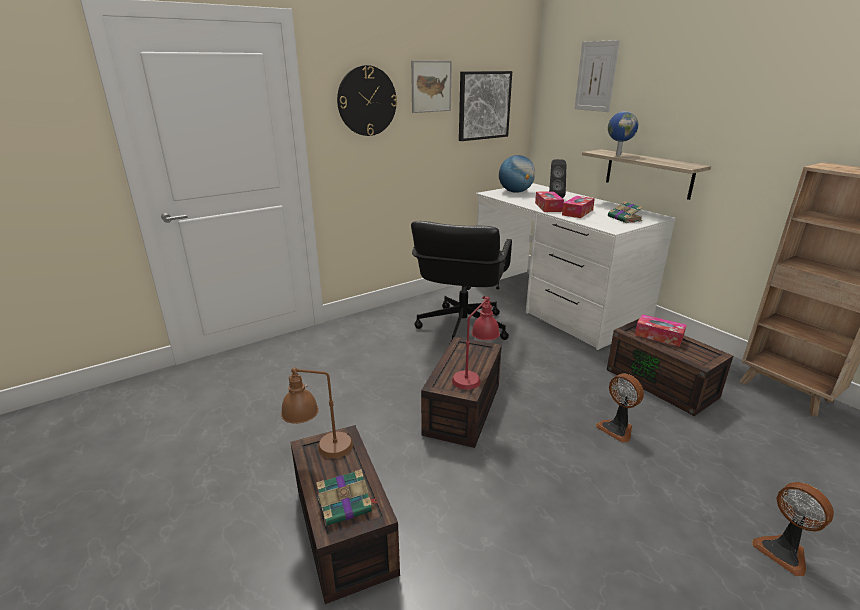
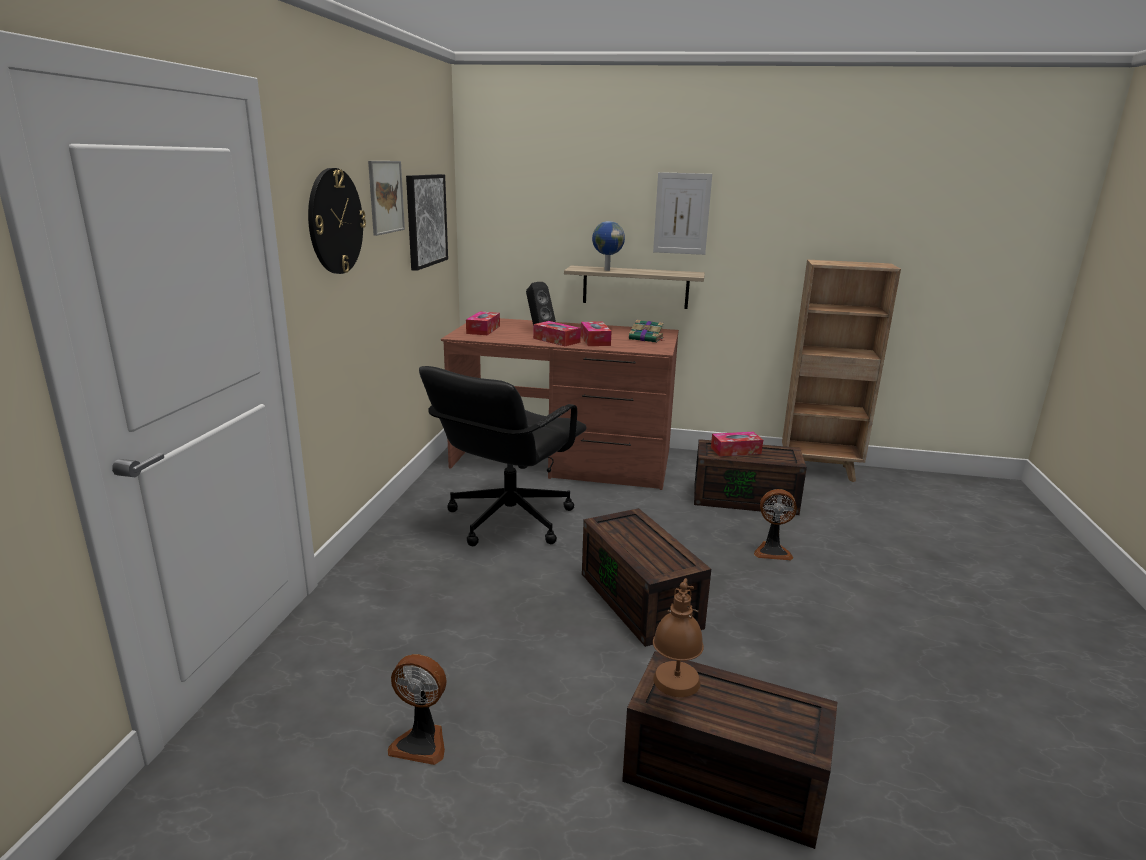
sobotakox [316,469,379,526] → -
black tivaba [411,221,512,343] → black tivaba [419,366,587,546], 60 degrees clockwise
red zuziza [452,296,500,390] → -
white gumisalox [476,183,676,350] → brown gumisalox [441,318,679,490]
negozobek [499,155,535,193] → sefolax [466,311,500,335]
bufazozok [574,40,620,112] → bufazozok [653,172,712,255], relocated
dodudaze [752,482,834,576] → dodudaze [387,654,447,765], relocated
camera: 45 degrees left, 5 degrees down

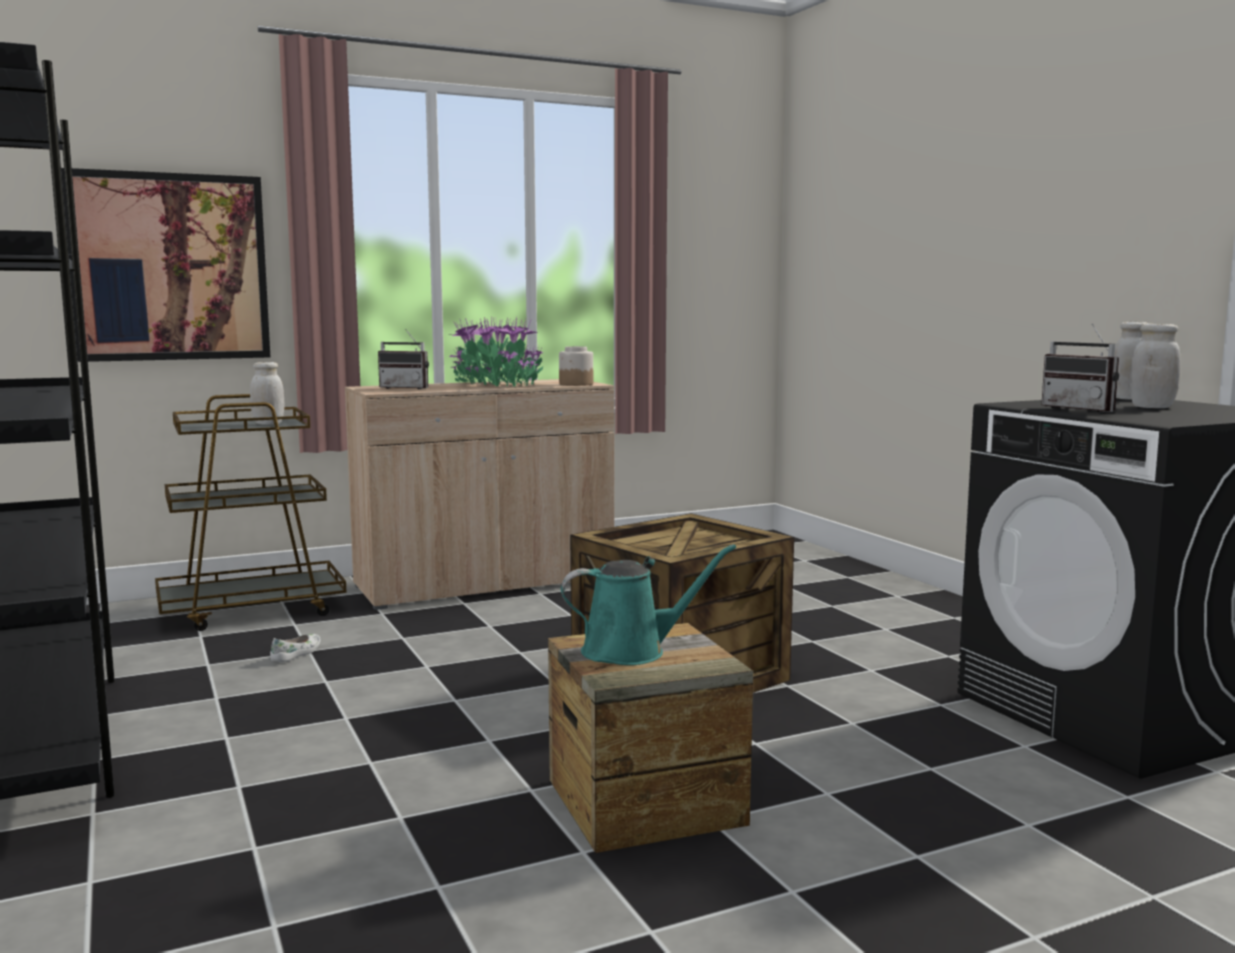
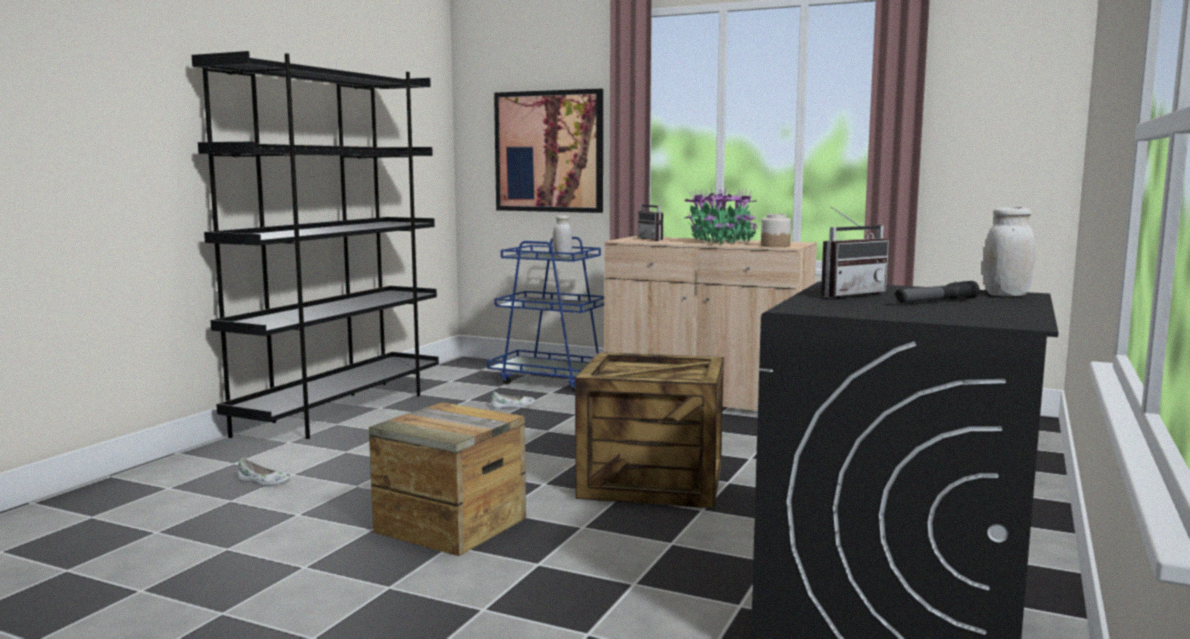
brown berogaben [155,394,347,631] → blue berogaben [487,237,604,392]
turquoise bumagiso [561,544,736,665] → -
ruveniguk [1041,324,1119,413] → ruveniguk [821,207,889,298], 135 degrees counterclockwise
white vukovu [1130,323,1181,408] → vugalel [894,281,980,303]
- → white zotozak [237,458,290,486]
camera: 50 degrees right, 0 degrees up

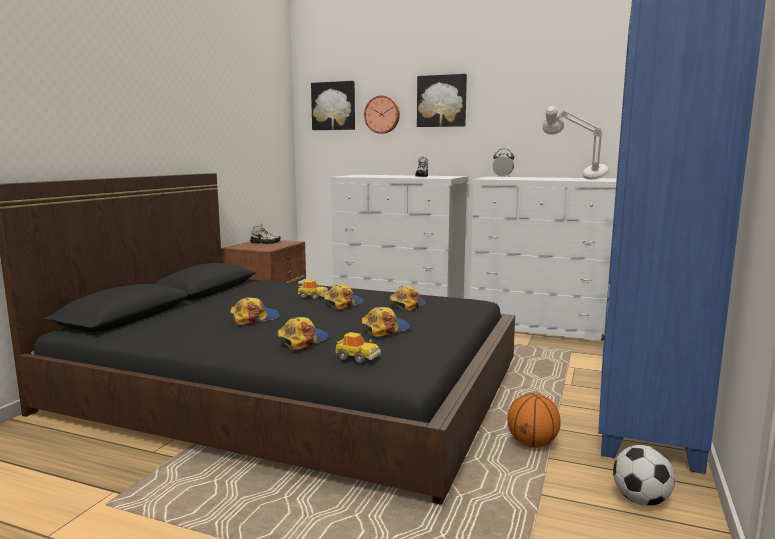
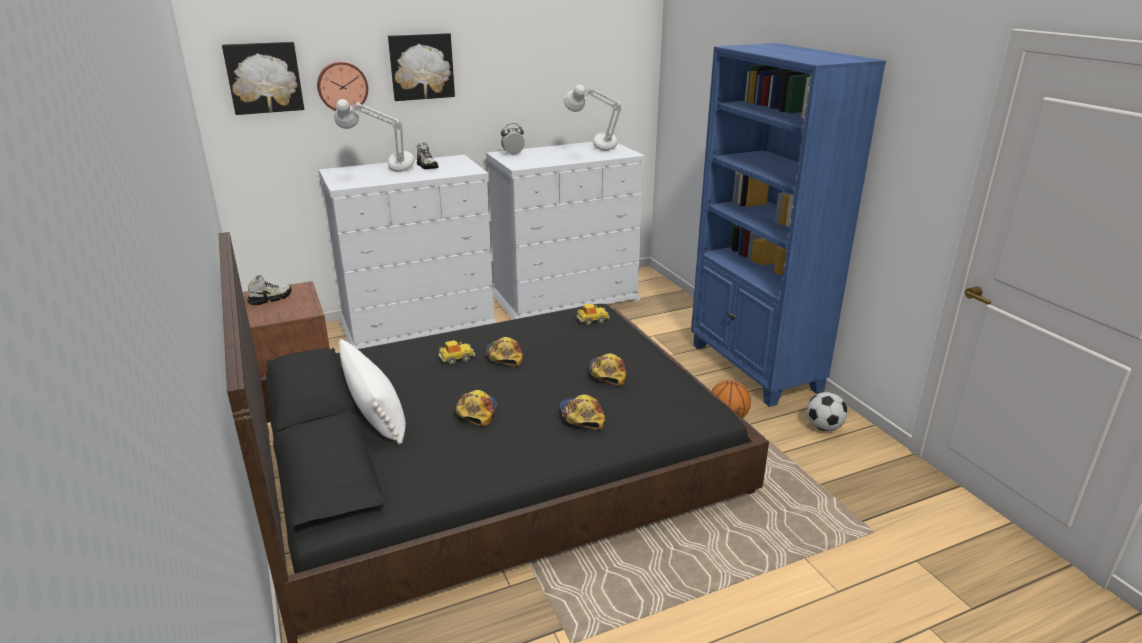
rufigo [335,332,381,363] → rufigo [576,304,610,325], relocated
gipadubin [390,286,426,311] → -
- → grey zuziza [334,99,415,172]
- → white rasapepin [338,339,406,445]
camera: 45 degrees left, 15 degrees up

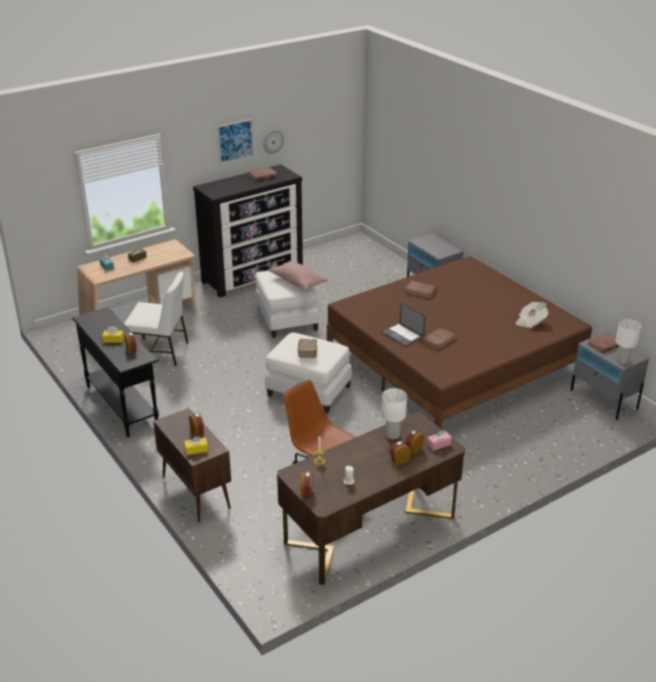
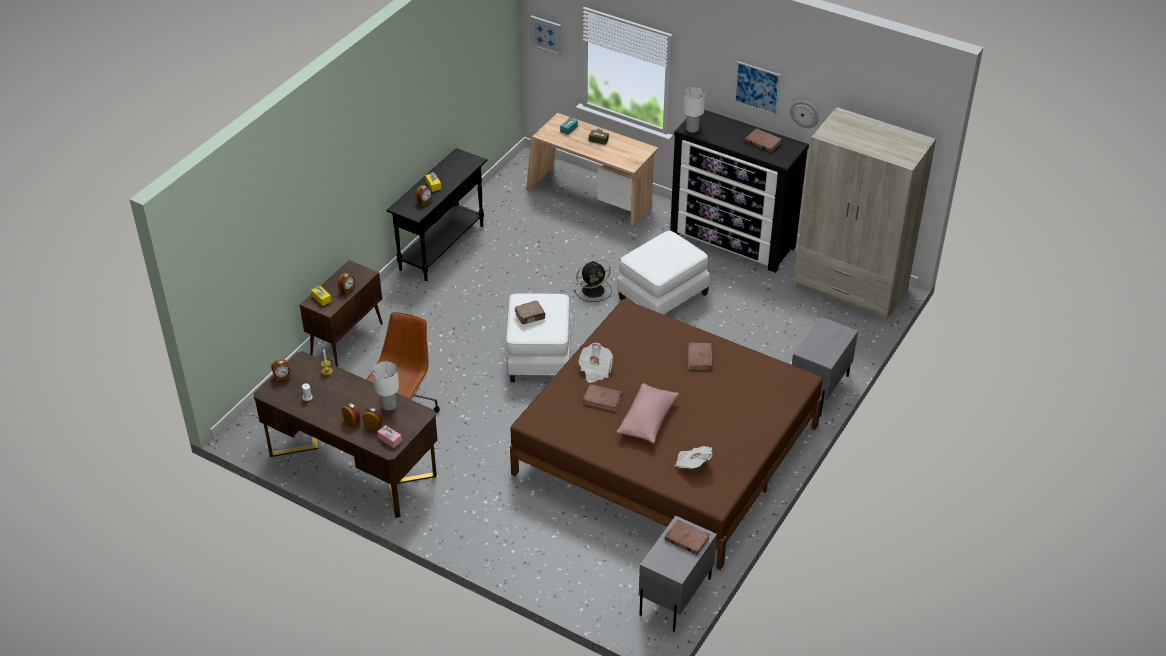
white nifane [124,272,188,366] → -
pink rasapepin [269,260,328,291] → pink rasapepin [617,383,679,443], relocated
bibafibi [381,302,426,347] → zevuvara [578,343,613,383]
white zuziza [616,319,641,364] → white zuziza [683,87,705,133], relocated
- → bufazozok [530,15,561,56]
- → black dodudaze [574,259,612,302]
- → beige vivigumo [794,107,936,320]
camera: 65 degrees right, 10 degrees up

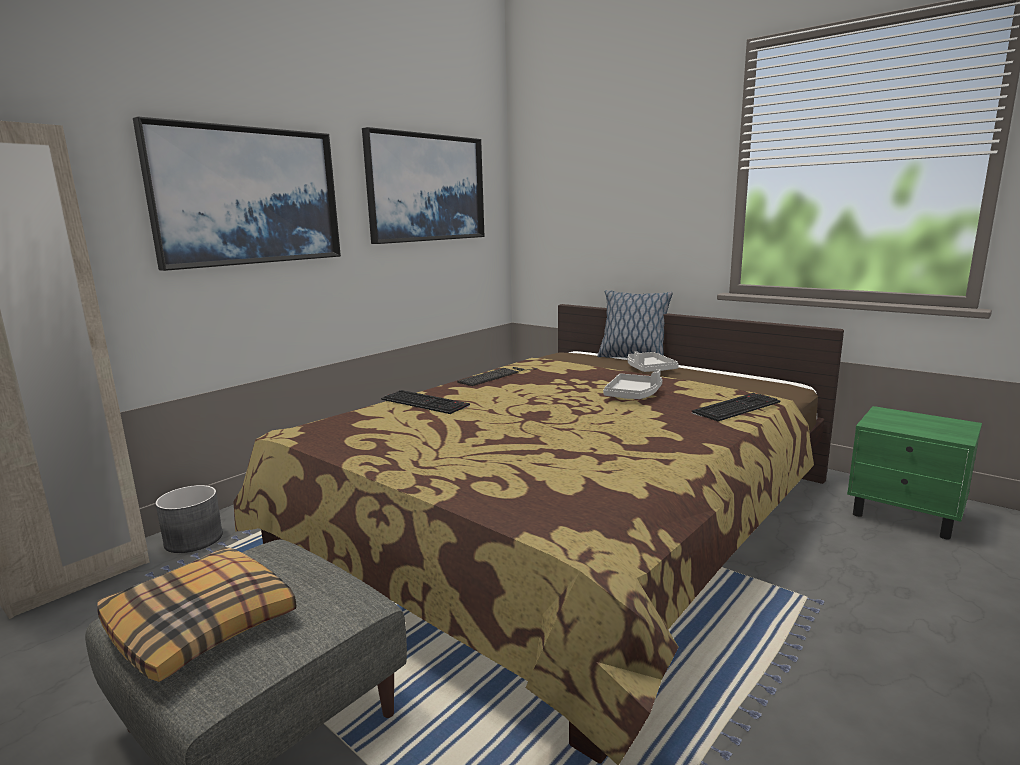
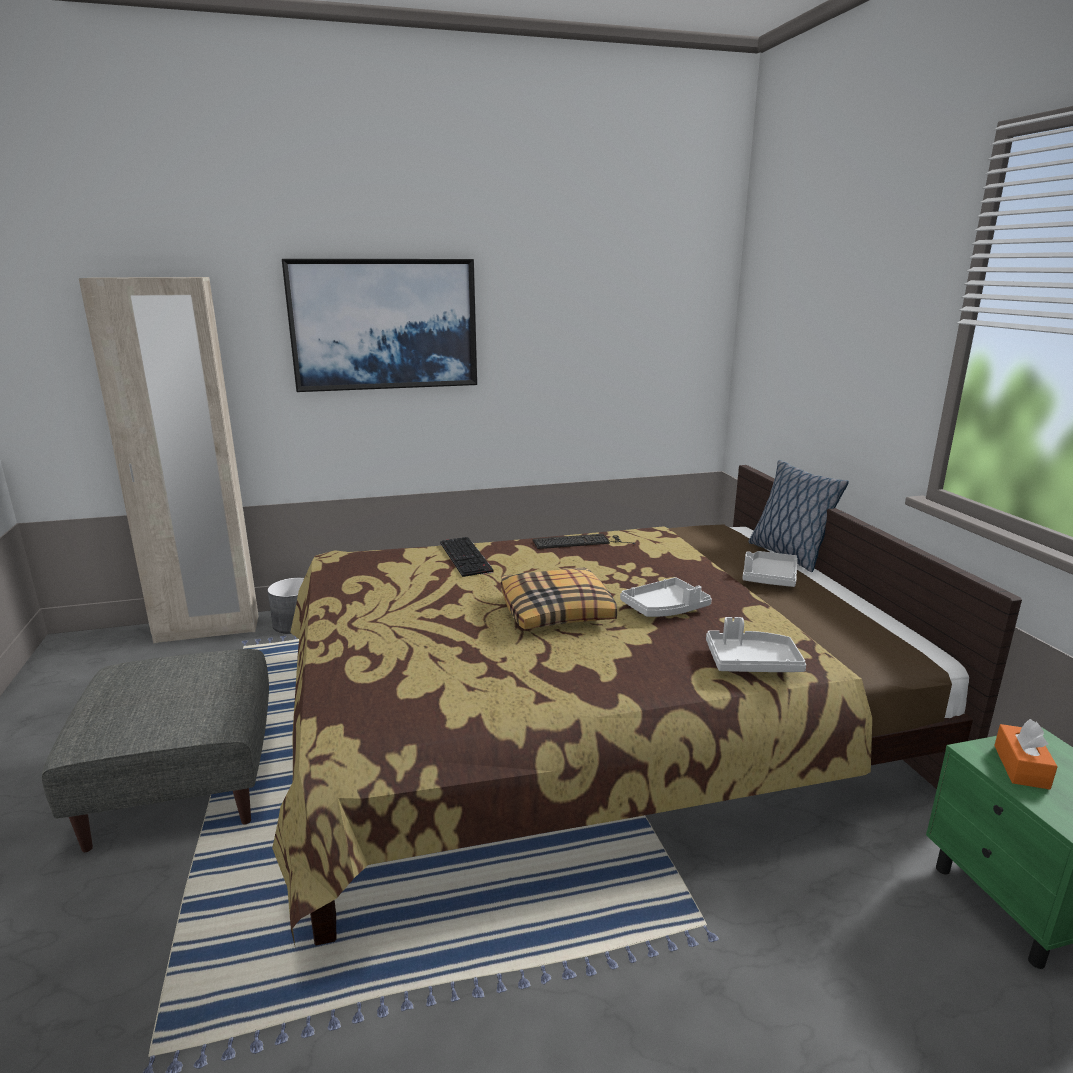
rasapepin [97,547,296,682] → rasapepin [501,568,617,629], relocated
bufazozok [362,127,485,244] → -
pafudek [692,393,781,422] → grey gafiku [706,617,806,672]
- → orange sefolax [994,719,1058,790]
camera: 35 degrees right, 5 degrees up

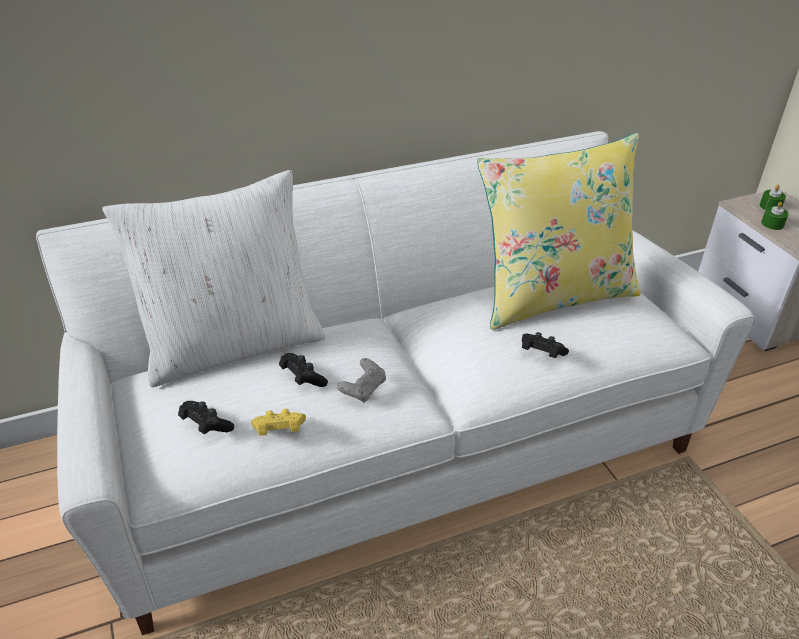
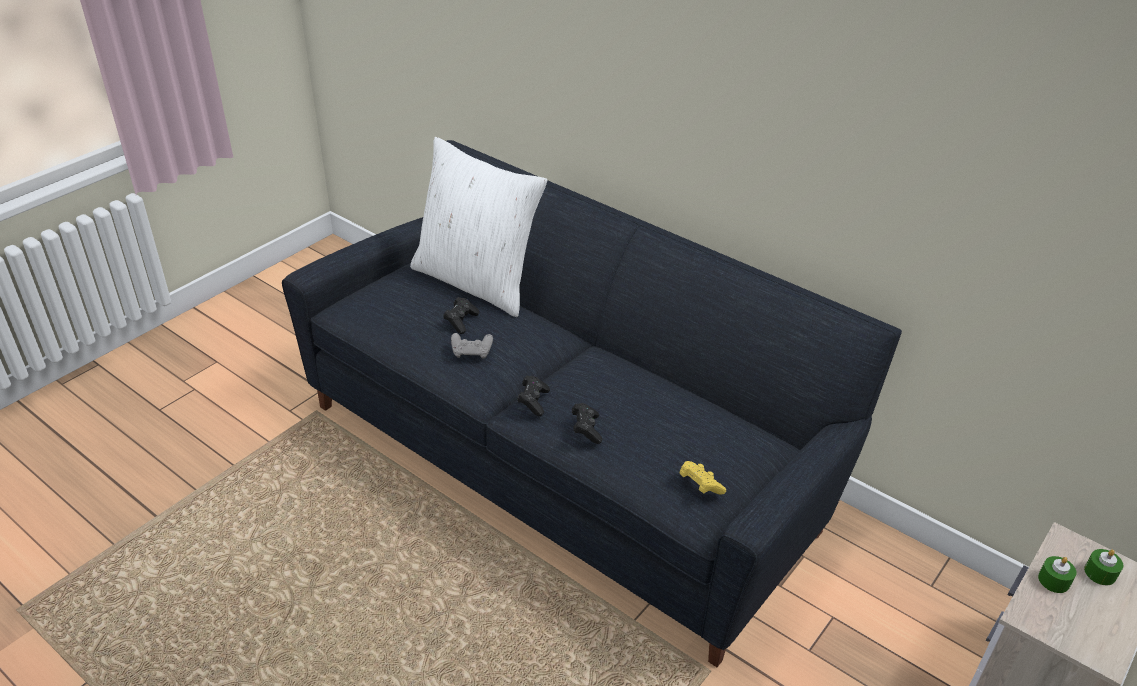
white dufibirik [36,131,755,635] → black dufibirik [282,140,902,667]
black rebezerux [178,401,234,434] → black rebezerux [517,376,550,416], relocated
yellow rebezerux [251,409,306,436] → yellow rebezerux [680,461,726,495], relocated
yellow rasapepin [477,133,641,330] → -
camera: 60 degrees right, 0 degrees up

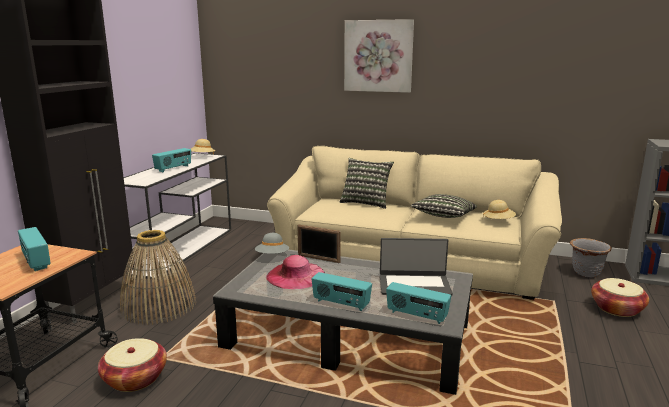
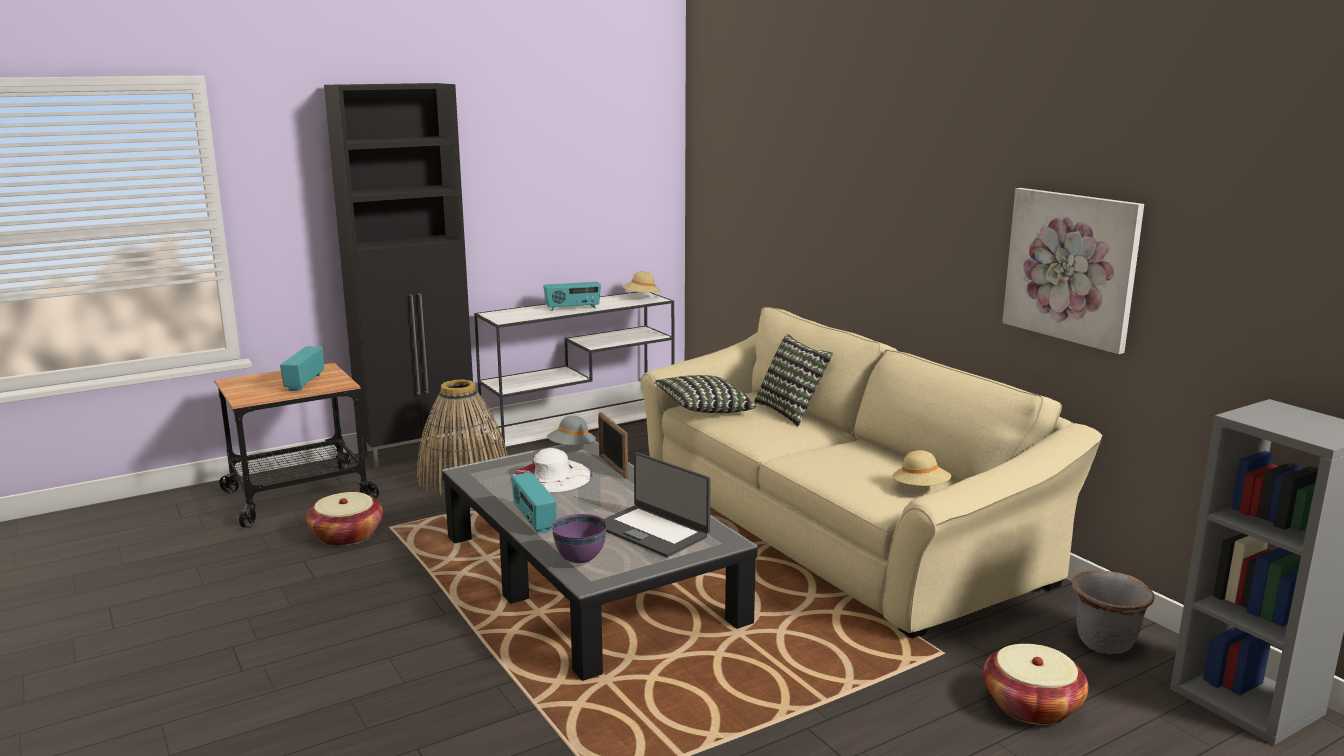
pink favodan [266,255,325,289] → white favodan [511,448,592,493]
bufazozok [344,19,414,93] → bufazozok [1002,188,1144,354], relocated
ruveniguk [386,282,451,324] → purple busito [552,514,607,563]
rasapepin [411,194,477,218] → rasapepin [654,375,756,413], relocated
camera: 40 degrees right, 0 degrees up

